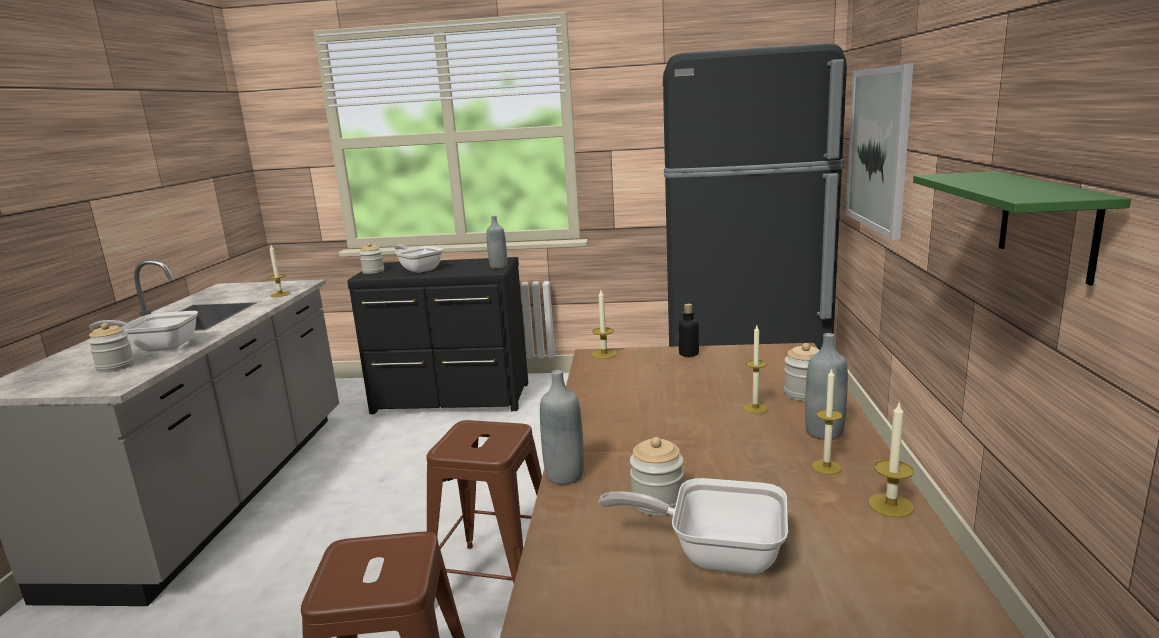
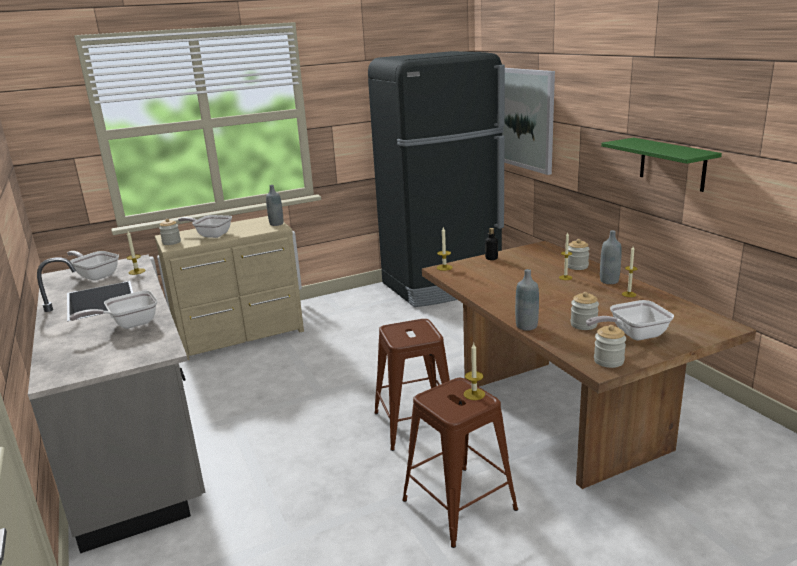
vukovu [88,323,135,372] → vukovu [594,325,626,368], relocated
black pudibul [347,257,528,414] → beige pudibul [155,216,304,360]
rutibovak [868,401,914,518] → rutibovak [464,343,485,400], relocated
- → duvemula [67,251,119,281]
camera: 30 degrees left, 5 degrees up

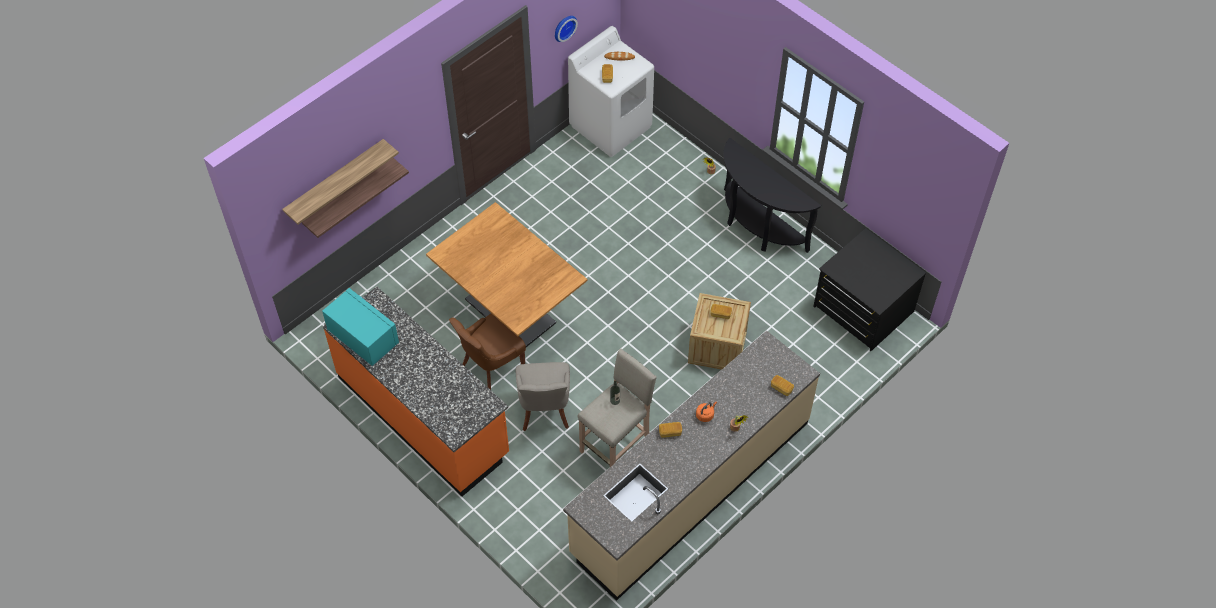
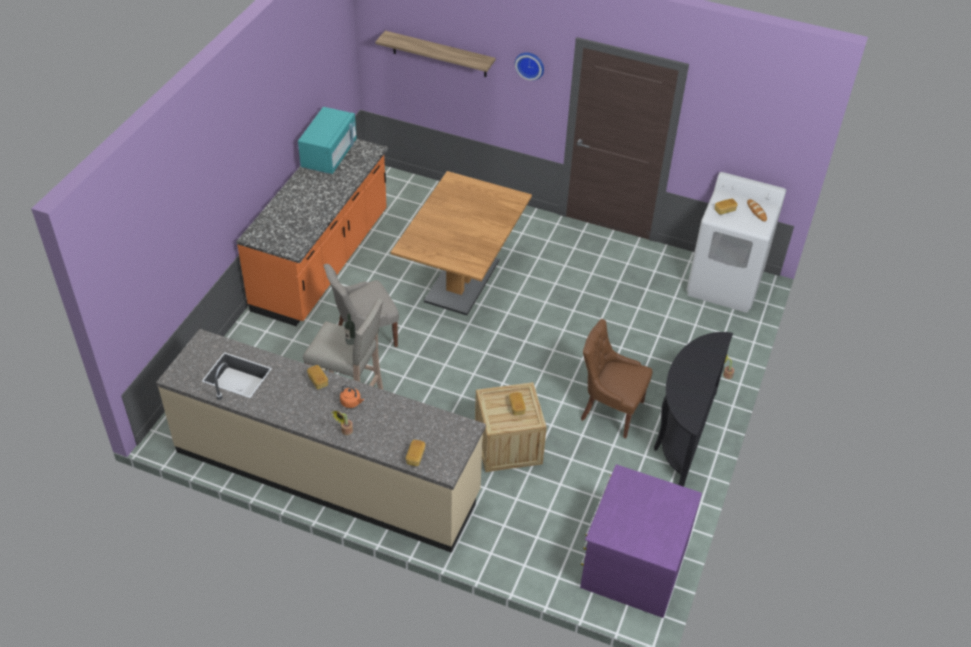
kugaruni [302,158,409,238] → -
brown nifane [449,313,526,390] → brown nifane [581,319,653,439], relocated
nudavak [555,16,578,42] → nudavak [515,52,544,81], relocated
black pudibul [813,228,926,351] → purple pudibul [580,464,702,618]
camera: 65 degrees right, 10 degrees down

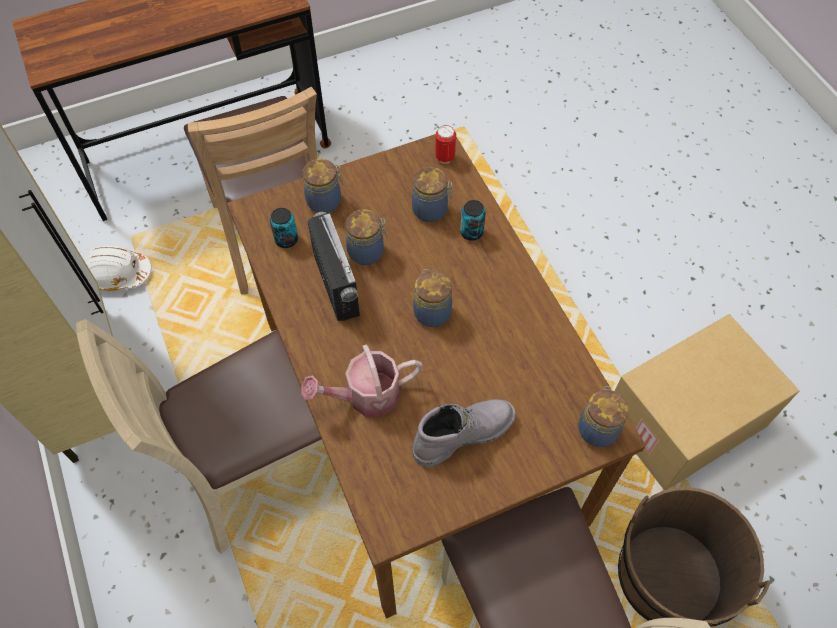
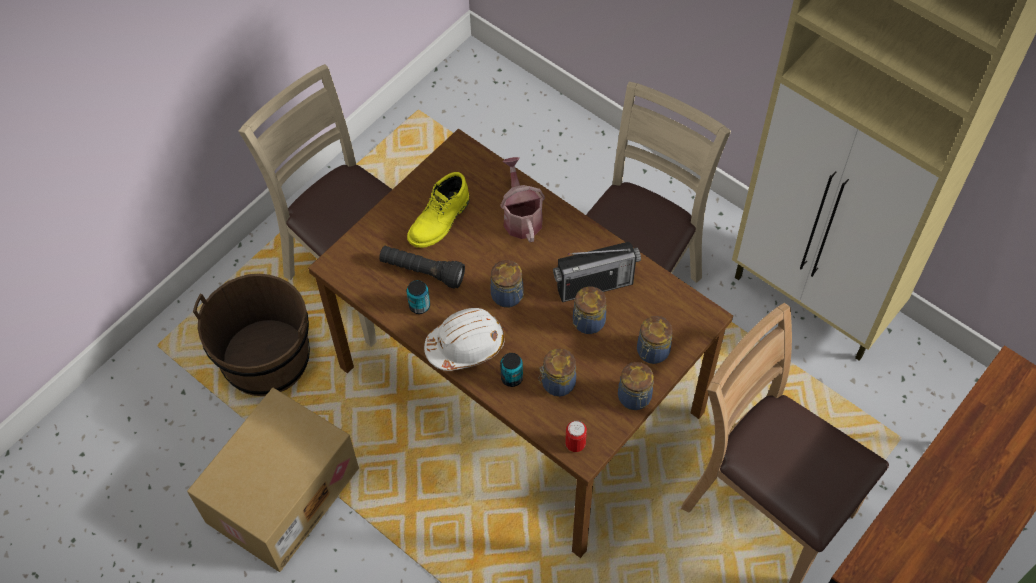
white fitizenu [85,245,152,291] → white fitizenu [424,308,505,371], relocated
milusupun [270,208,298,248] → milusupun [407,280,430,314], relocated
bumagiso [301,344,422,417] → bumagiso [500,157,545,242], 60 degrees counterclockwise
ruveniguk [307,212,360,321] → ruveniguk [553,242,641,302], 60 degrees counterclockwise
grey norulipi [413,399,515,467] → yellow norulipi [407,172,469,248]
vukovu [578,386,629,447] → vukovu [618,362,654,410], relocated
- → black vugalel [379,246,465,289]
camera: 155 degrees right, 0 degrees up

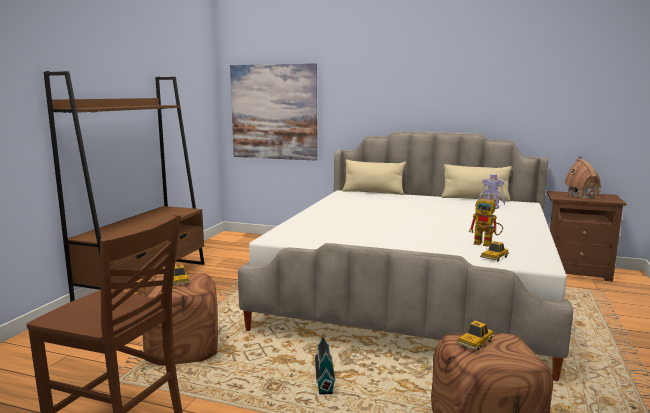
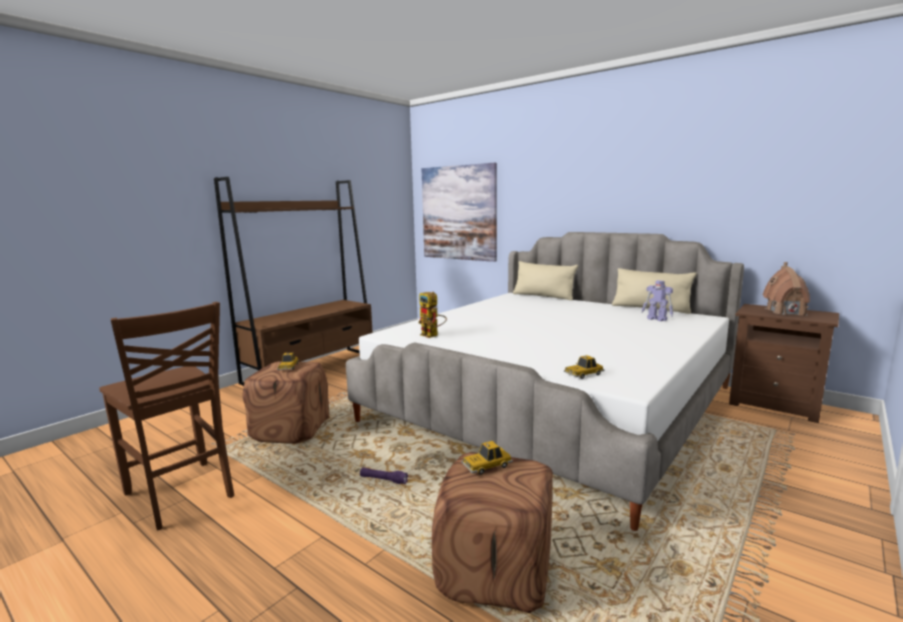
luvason [314,336,336,394] → purple vugalel [360,467,408,484]
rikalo [469,199,503,247] → rikalo [418,292,447,338], relocated
camera: 20 degrees right, 0 degrees up

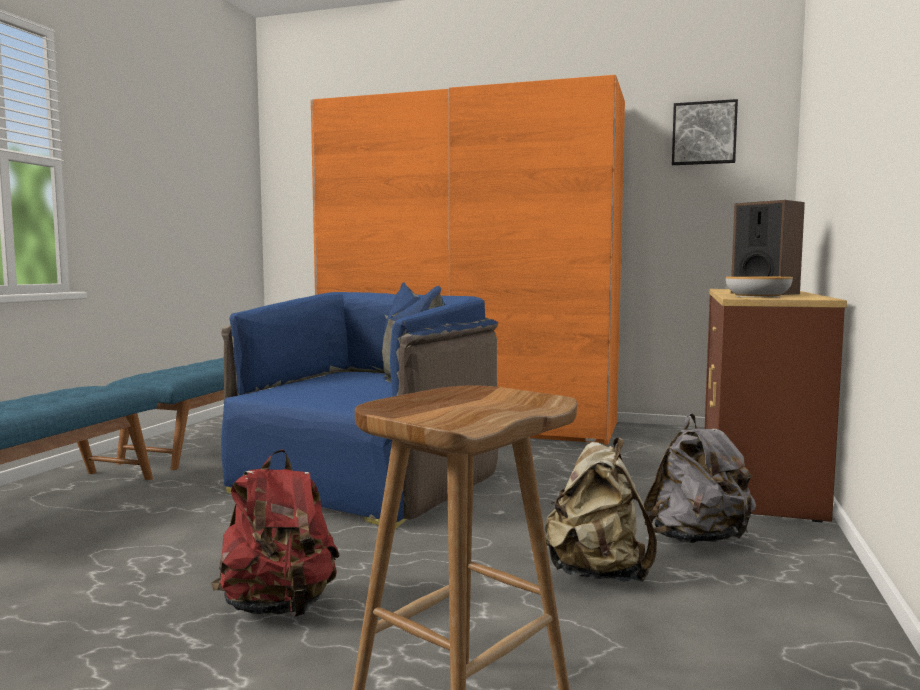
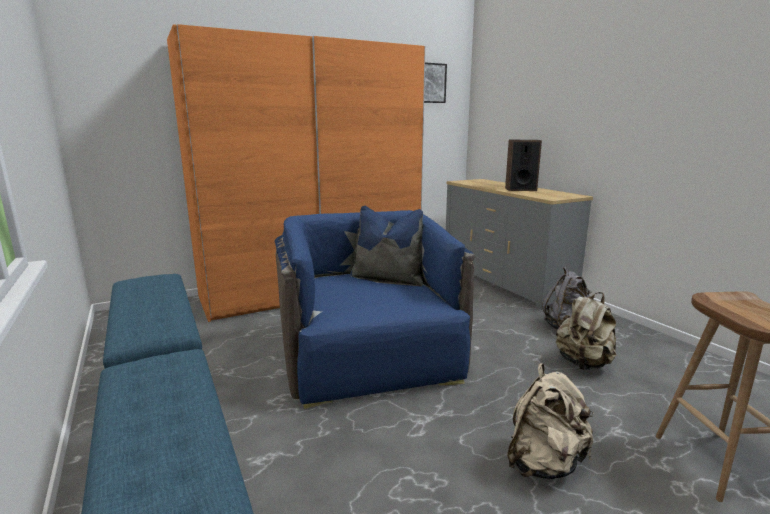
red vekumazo [211,449,339,617] → beige vekumazo [507,363,594,479]
brown pudibul [705,289,847,522] → grey pudibul [446,179,593,310]
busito [726,276,793,298] → -
camera: 45 degrees left, 10 degrees up

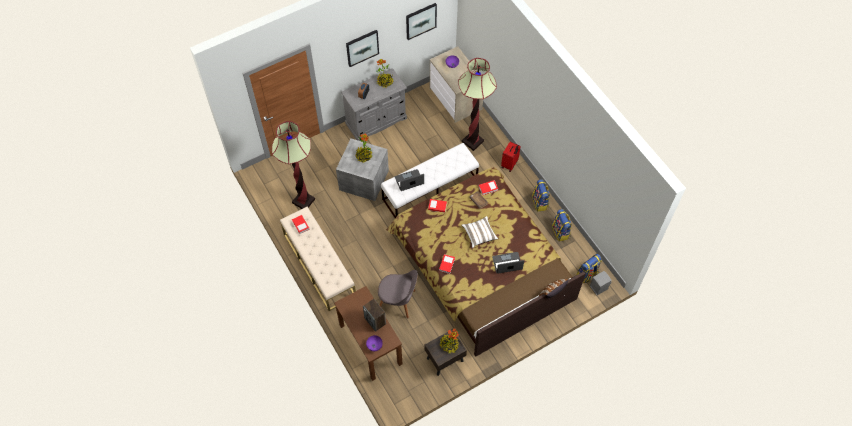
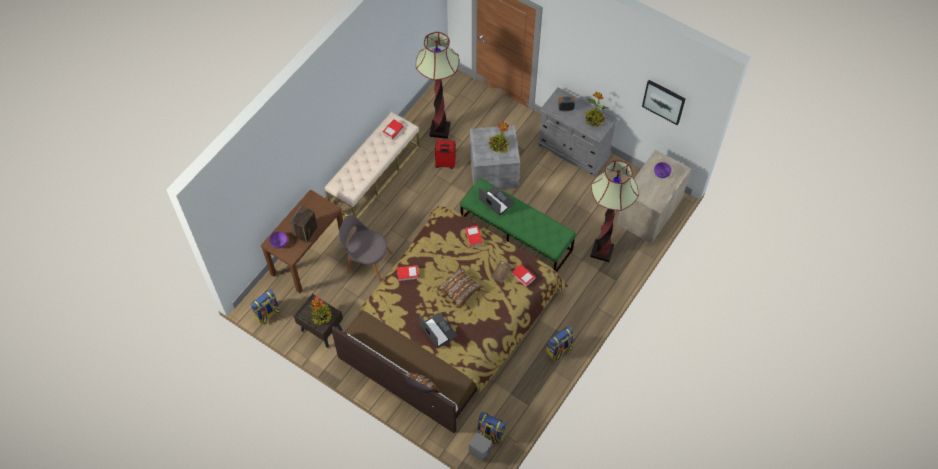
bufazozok [346,30,379,67] → -
grey nifane [378,270,418,319] → grey nifane [339,215,392,281], 120 degrees clockwise
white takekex [381,143,479,218] → green takekex [460,178,576,272]
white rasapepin [462,216,498,248] → brown rasapepin [437,266,483,308]
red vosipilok [501,141,521,172] → red vosipilok [435,140,456,169], relocated
vekumazo [552,209,571,242] → vekumazo [250,289,281,325], relocated
camera: 65 degrees right, 0 degrees up

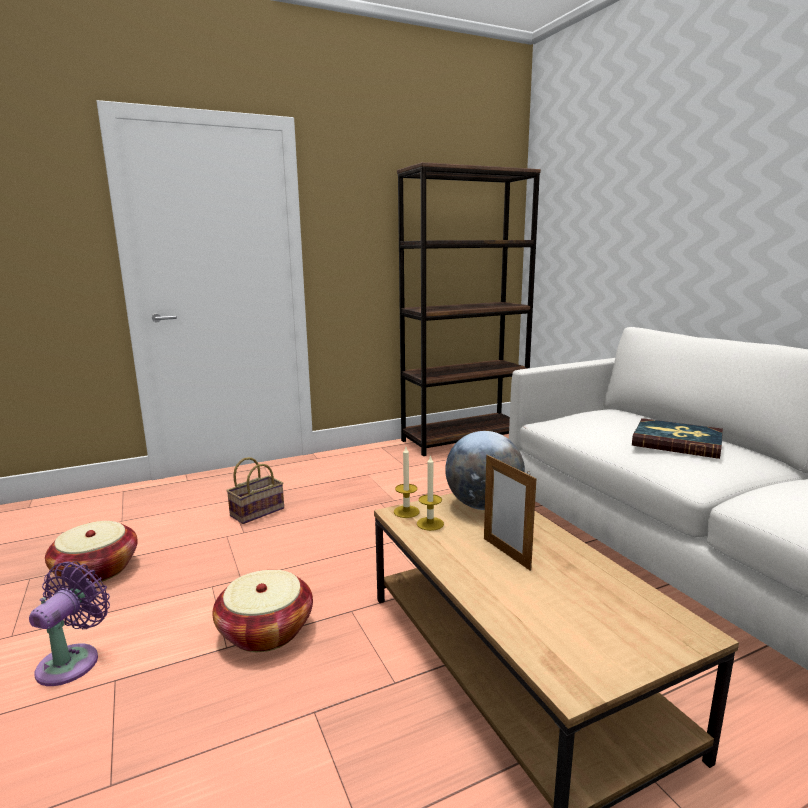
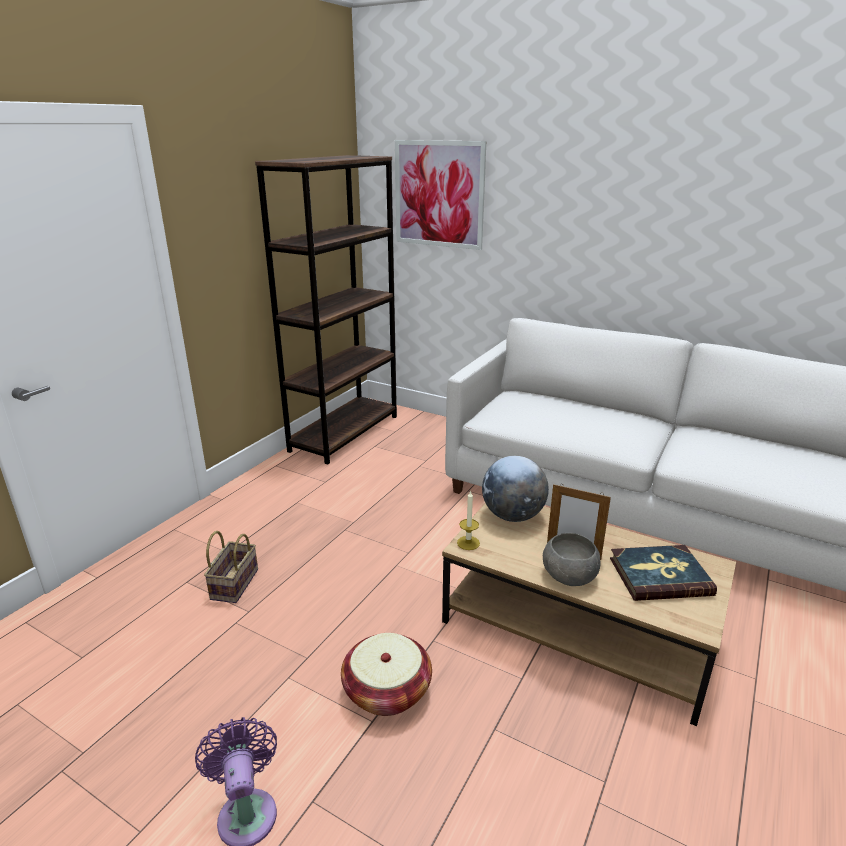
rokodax [45,521,138,584] → -
rutibovak [417,455,444,531] → -
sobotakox [632,418,723,459] → sobotakox [610,545,717,601], relocated
- → bufazozok [395,140,486,250]
- → grey busito [543,533,600,586]
camera: 35 degrees left, 10 degrees up

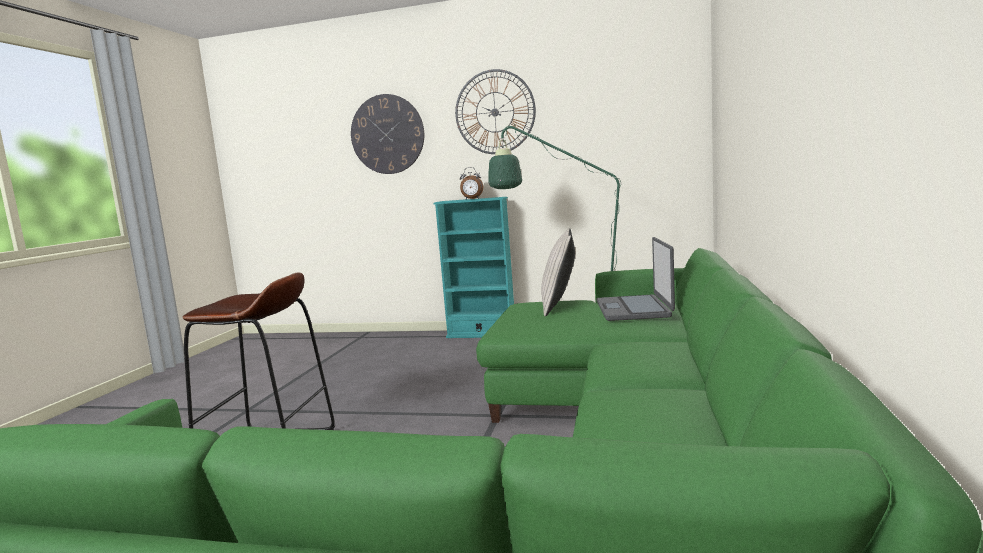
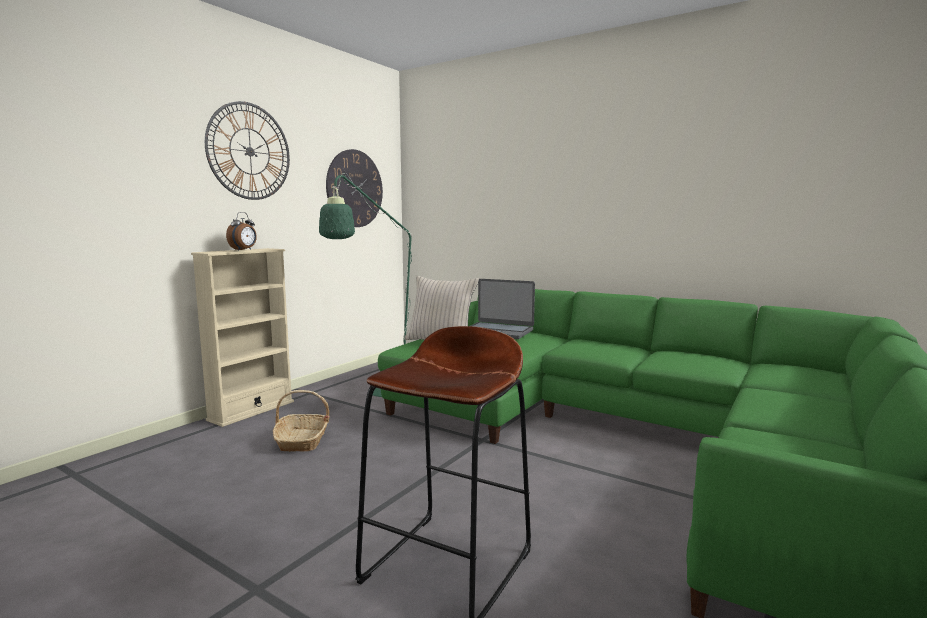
nudavak [351,94,424,174] → nudavak [326,149,383,227], relocated
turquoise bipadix [434,197,514,338] → beige bipadix [191,248,294,427]
- → rokodax [273,390,330,452]
camera: 70 degrees left, 0 degrees up

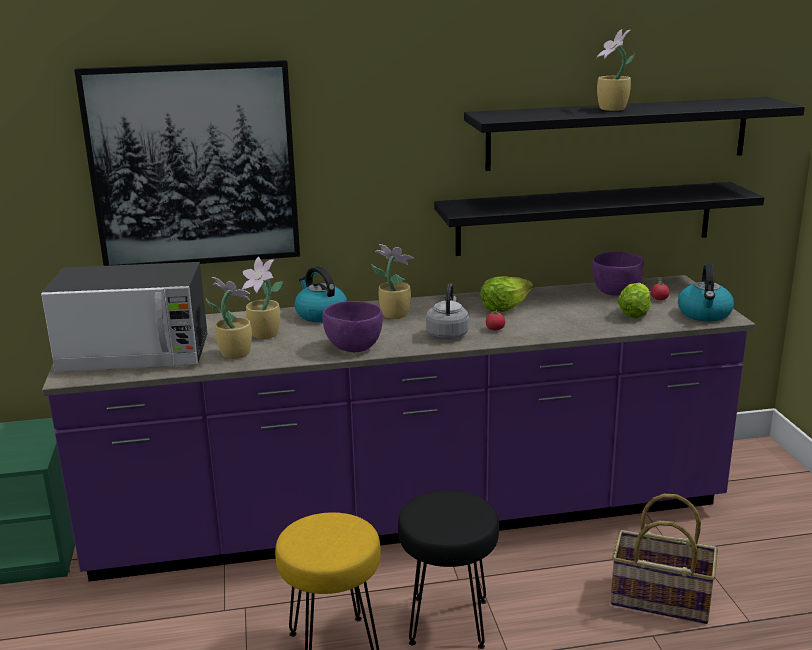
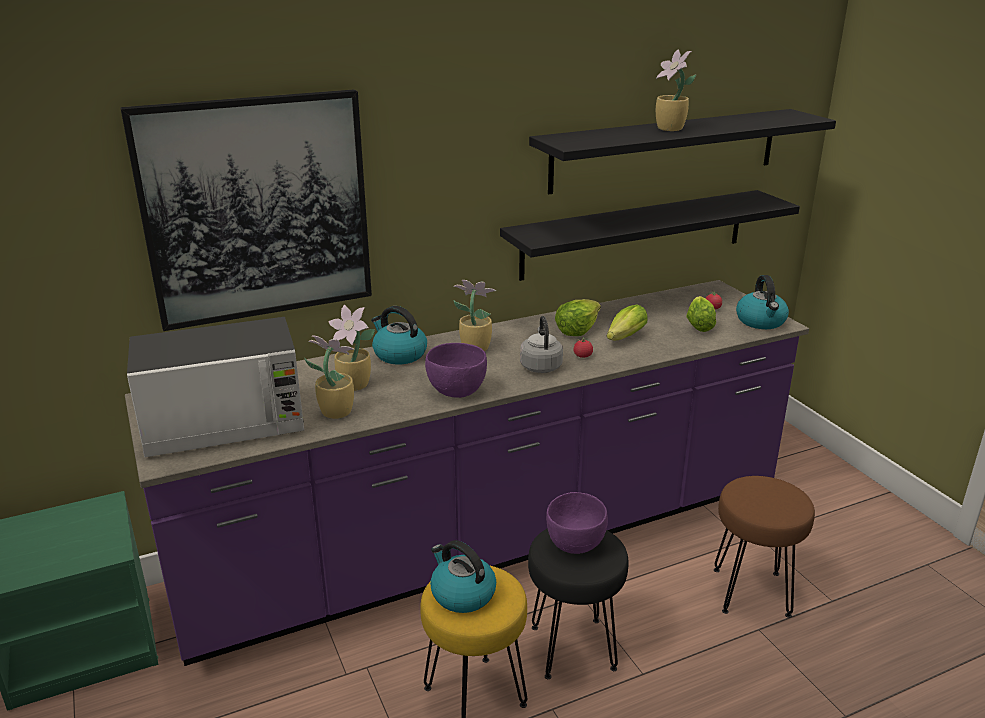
purple busito [592,251,644,296] → purple busito [546,492,608,554], relocated
rokodax [610,494,718,624] → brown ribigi [714,476,815,618]
- → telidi [430,540,496,613]
- → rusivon [607,305,647,340]
camera: 15 degrees left, 5 degrees up

